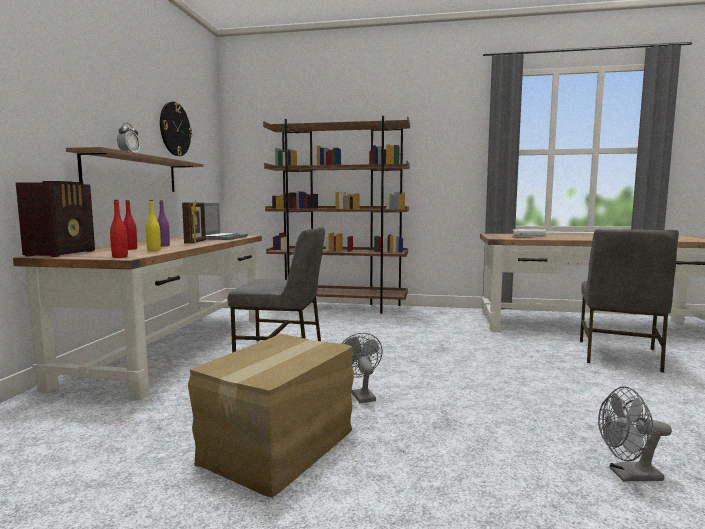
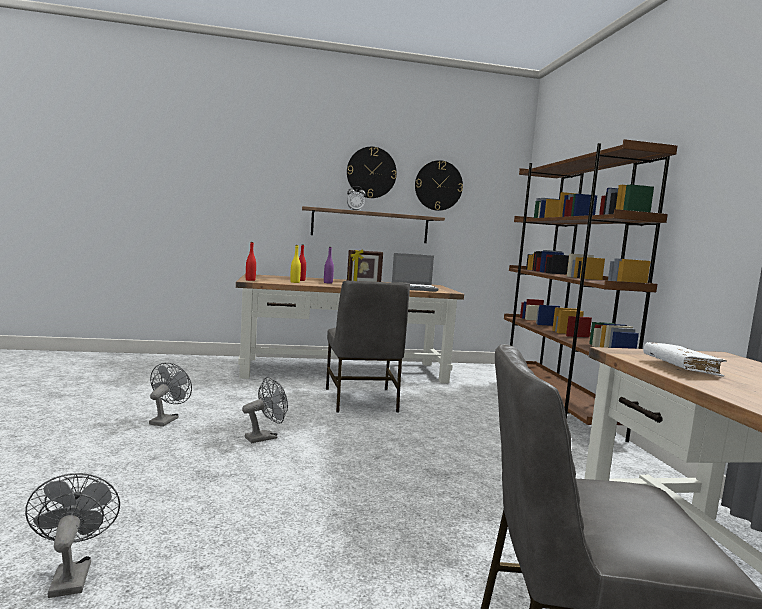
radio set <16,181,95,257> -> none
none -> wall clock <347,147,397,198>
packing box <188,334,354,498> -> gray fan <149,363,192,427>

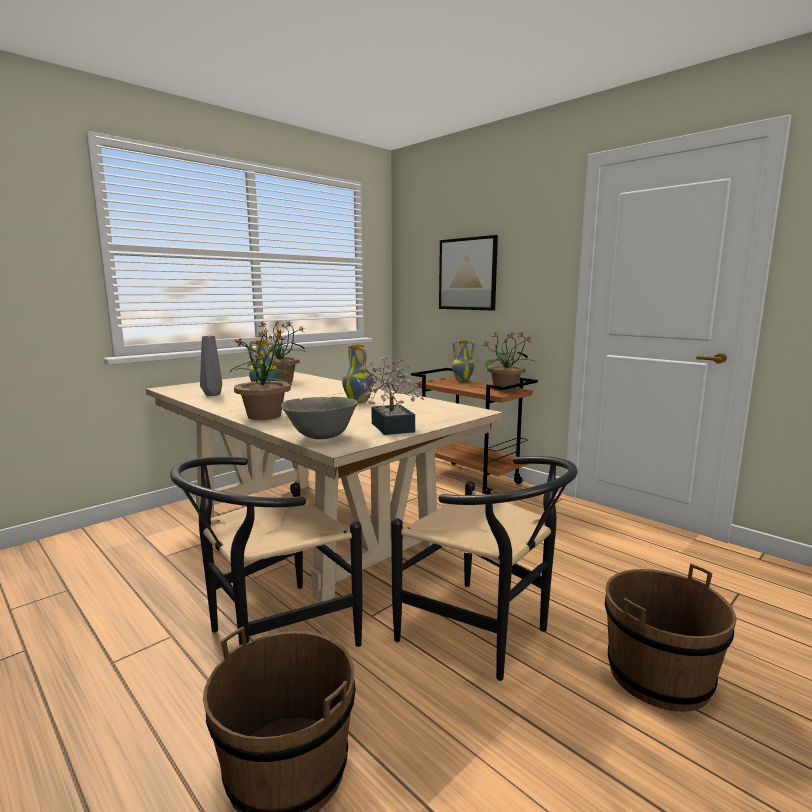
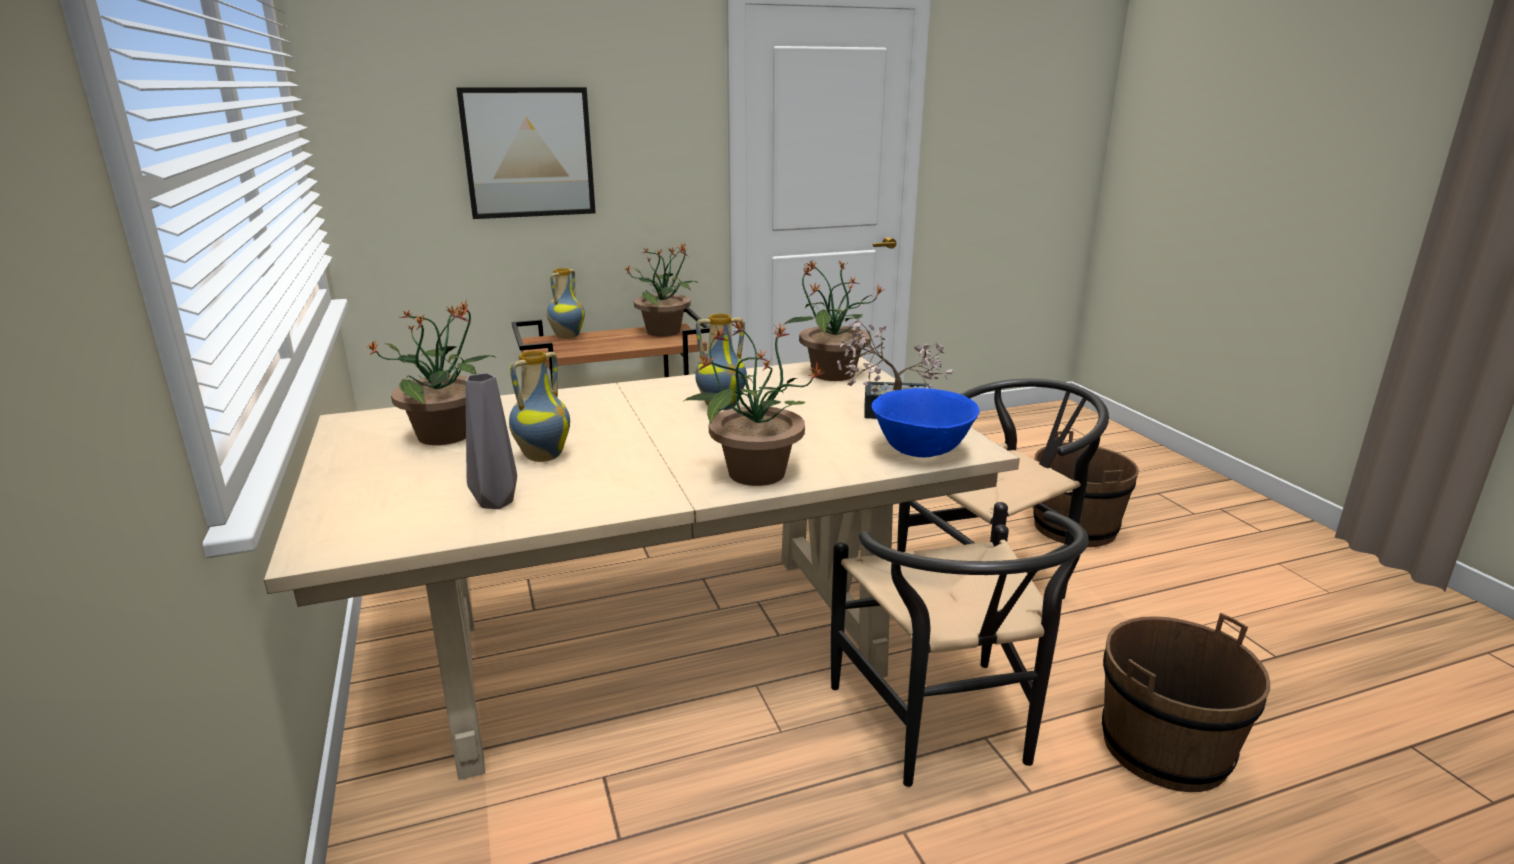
none -> houseplant <783,261,885,381>
gray bowl <281,397,358,439> -> bluish bowl <872,388,980,458>

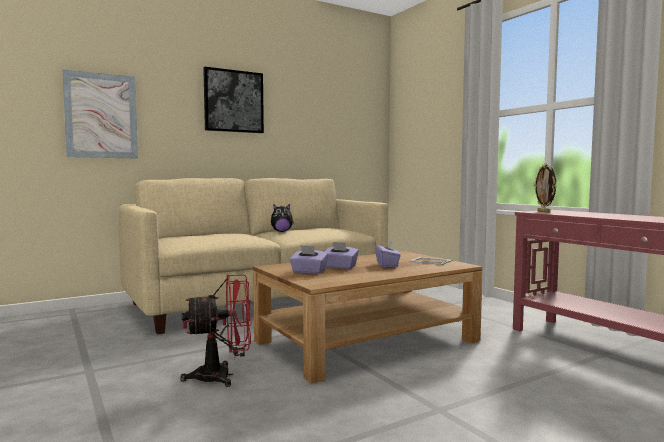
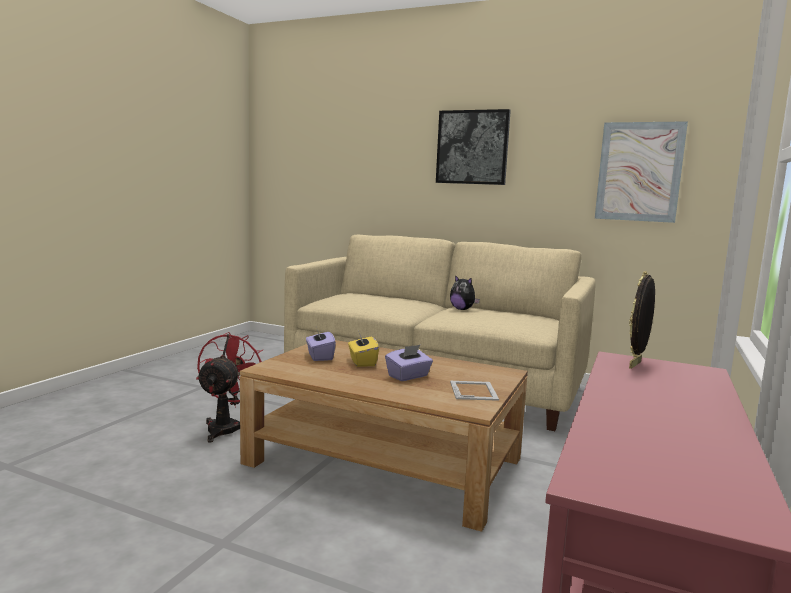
wall art <62,69,138,159> -> wall art <595,121,688,223>, relocated
purple tissue box <324,242,359,269> -> yellow-coloured tissue box <348,330,379,367>
red-coloured fan <180,275,252,387> -> red-coloured fan <196,332,264,443>, 120 degrees counterclockwise

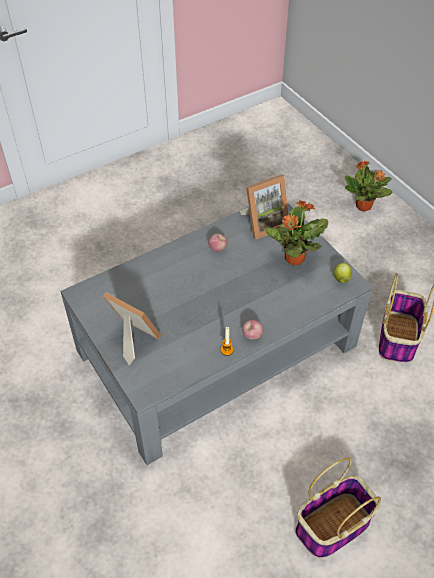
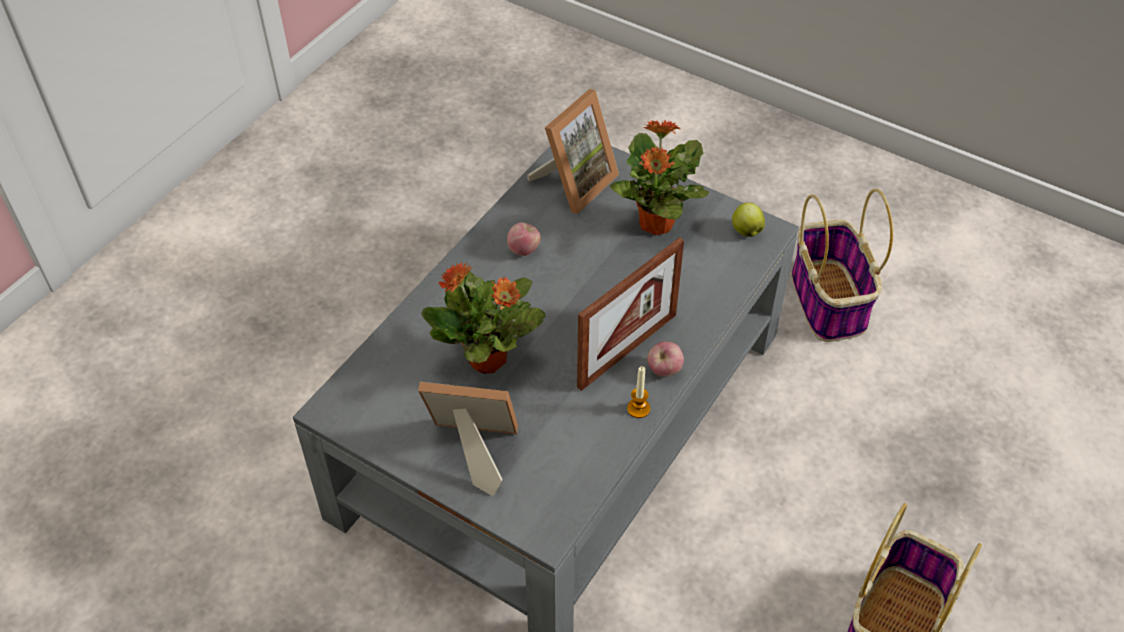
none -> standing frame <577,237,684,391>
houseplant <345,161,392,212> -> houseplant <421,262,545,374>, relocated

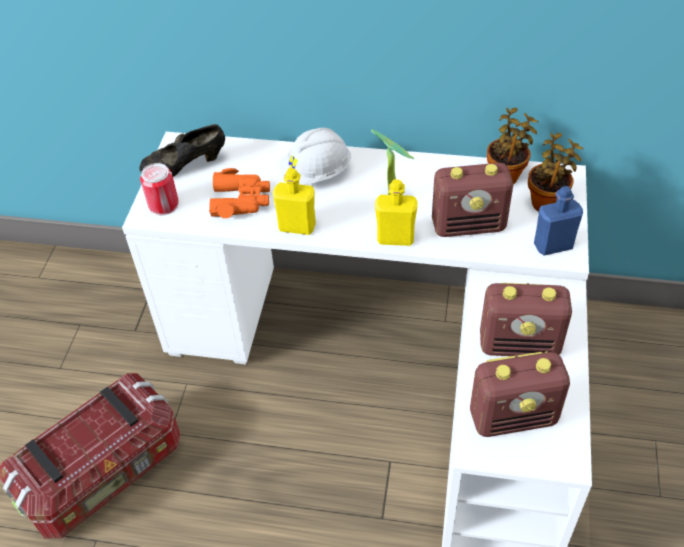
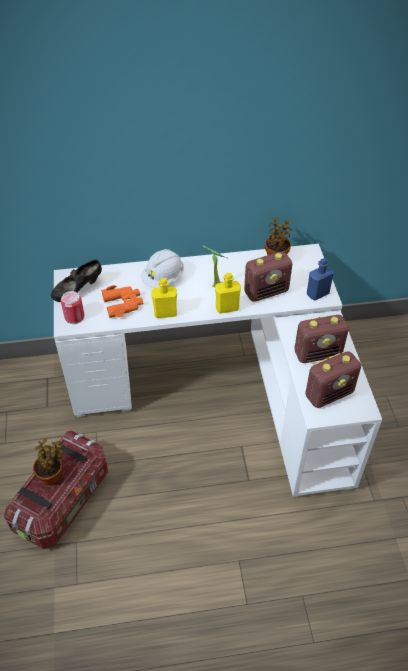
houseplant <528,133,584,211> -> houseplant <33,438,63,485>, relocated

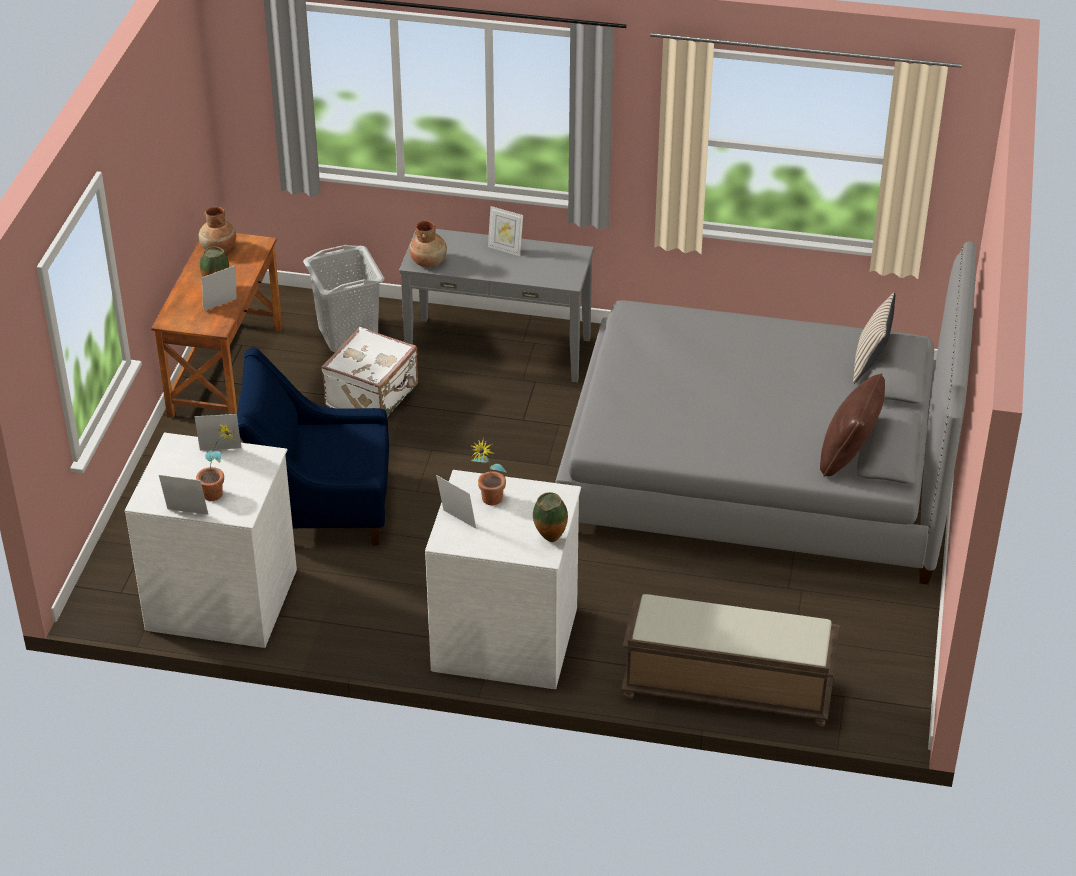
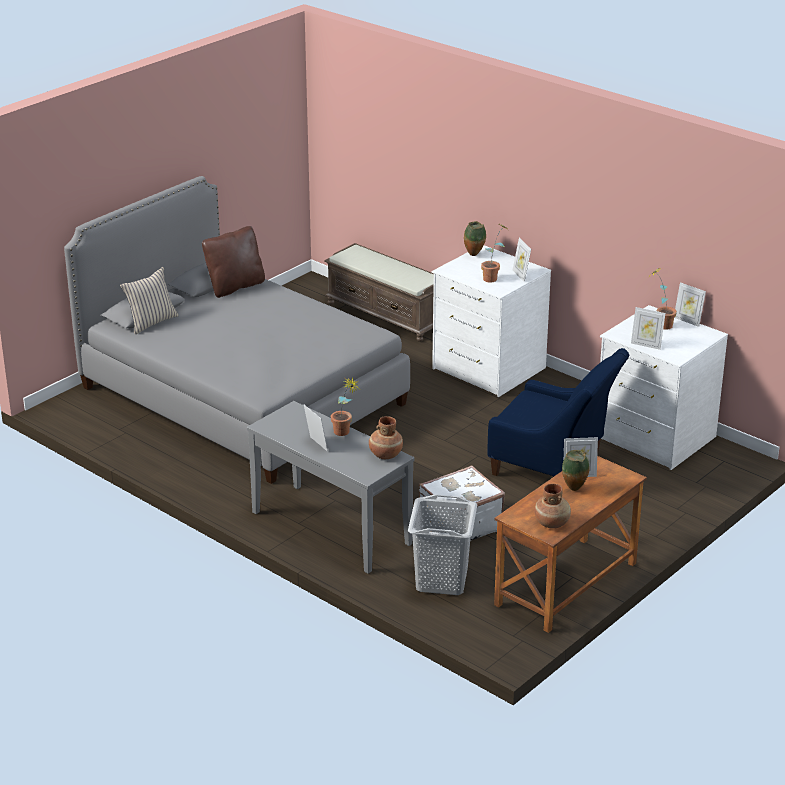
none -> houseplant <331,378,359,436>

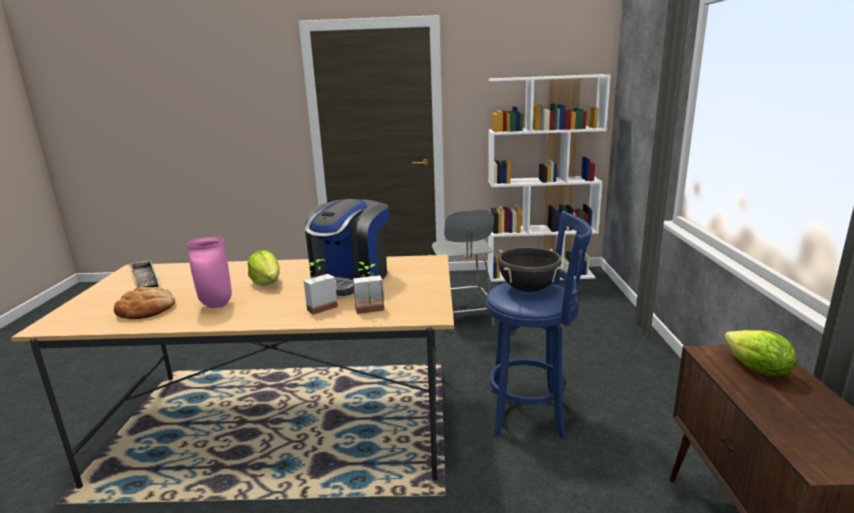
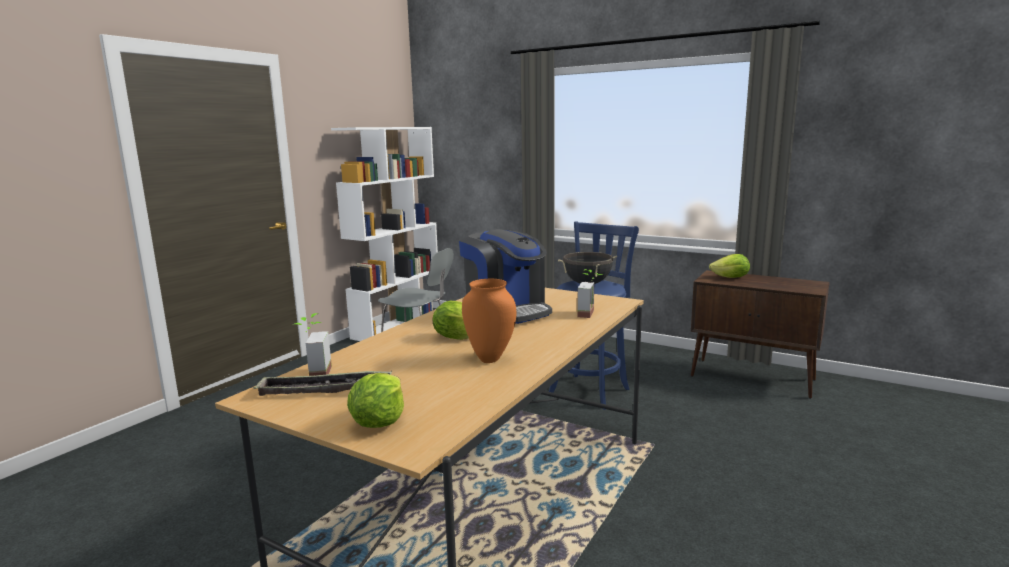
bread <114,287,175,319> -> none
none -> head of lettuce <347,373,404,428>
houseplant <304,259,338,315> -> houseplant <295,313,332,376>, relocated
pinkish vase <187,237,232,308> -> orange vase <462,279,516,363>

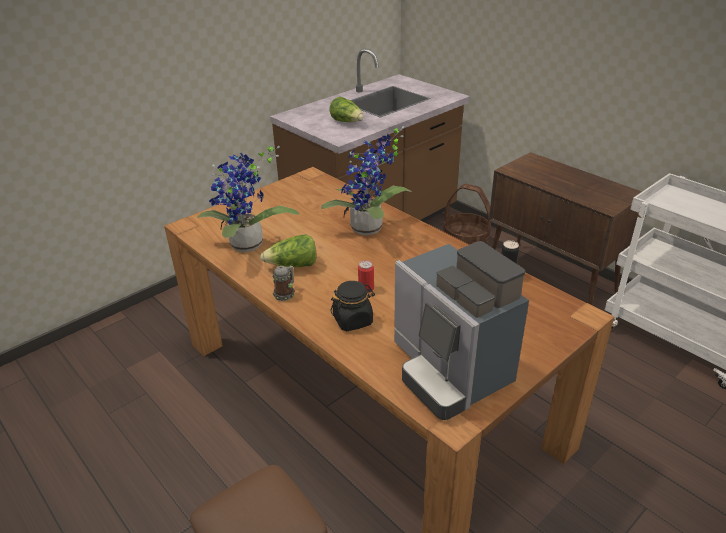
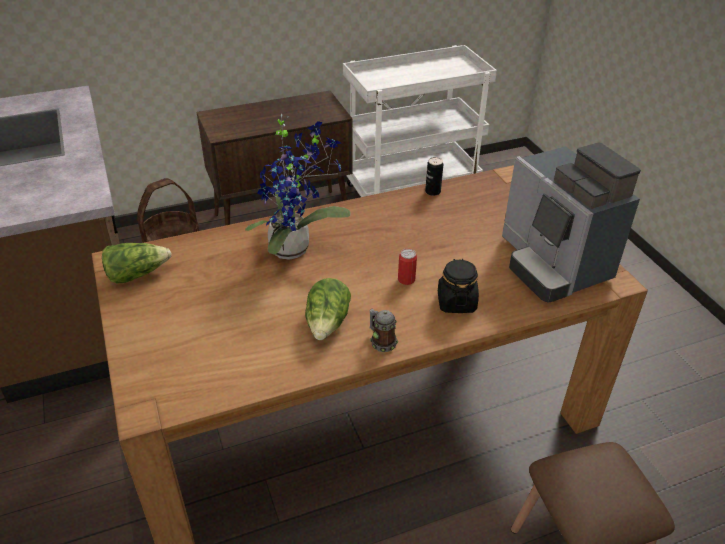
houseplant <197,146,299,252> -> none
head of lettuce <329,97,364,122> -> head of lettuce <102,243,171,284>, relocated
coffee machine <394,241,529,420> -> coffee machine <502,142,641,302>, 75 degrees clockwise

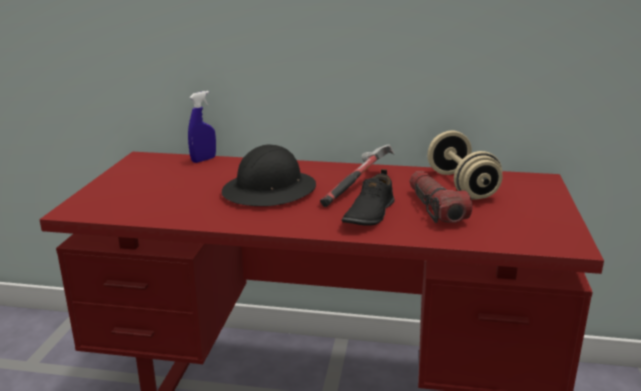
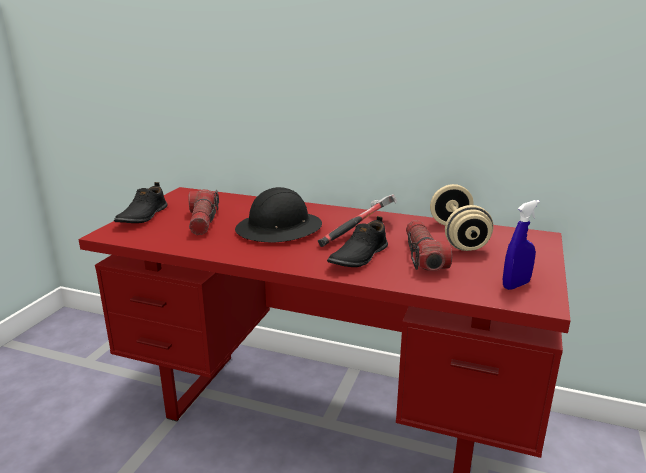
none -> black-coloured low shoe <114,182,168,223>
none -> torch <189,189,219,235>
bluish sprayer <188,91,216,163> -> bluish sprayer <503,200,540,290>, relocated

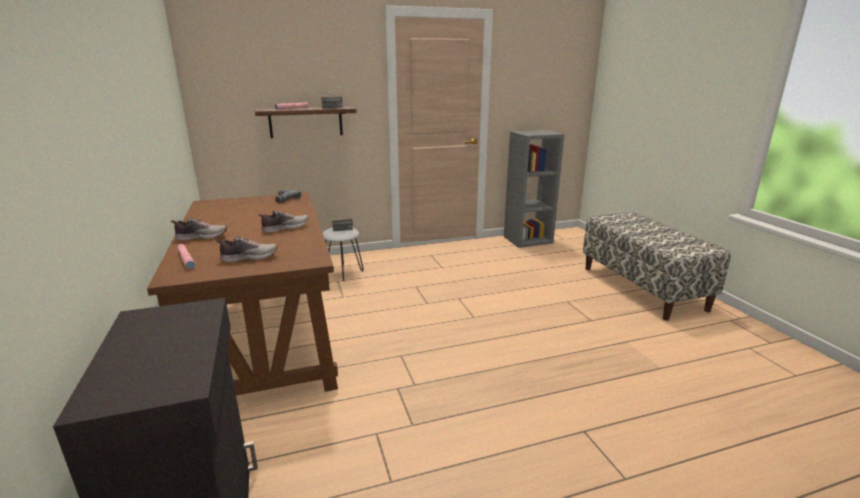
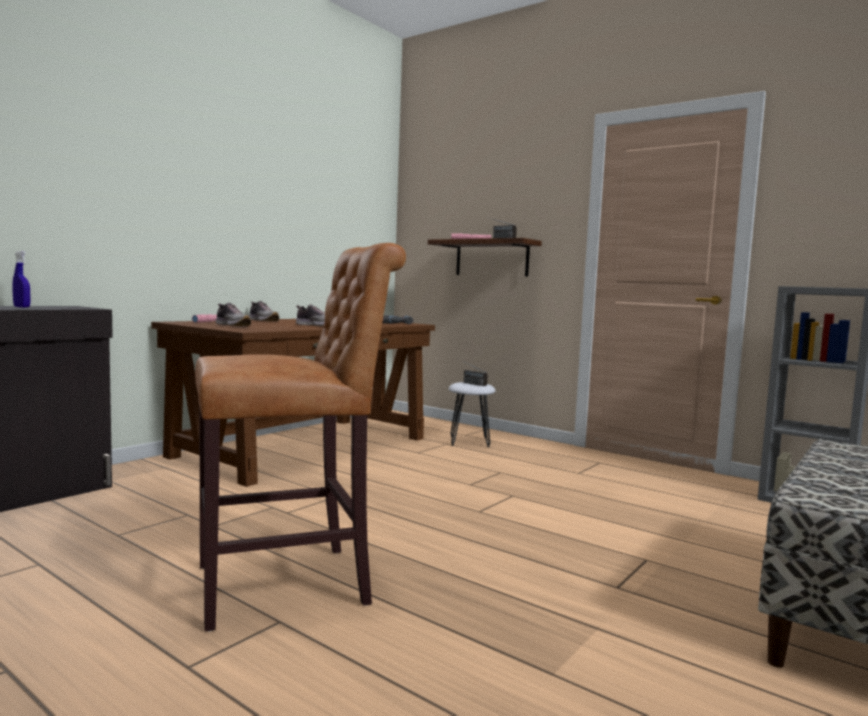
none -> bluish sprayer <12,251,30,308>
none -> brown-coloured stool <195,243,406,632>

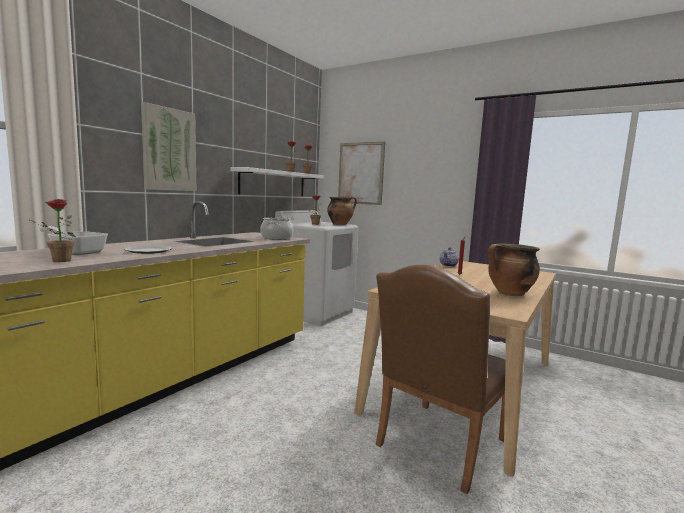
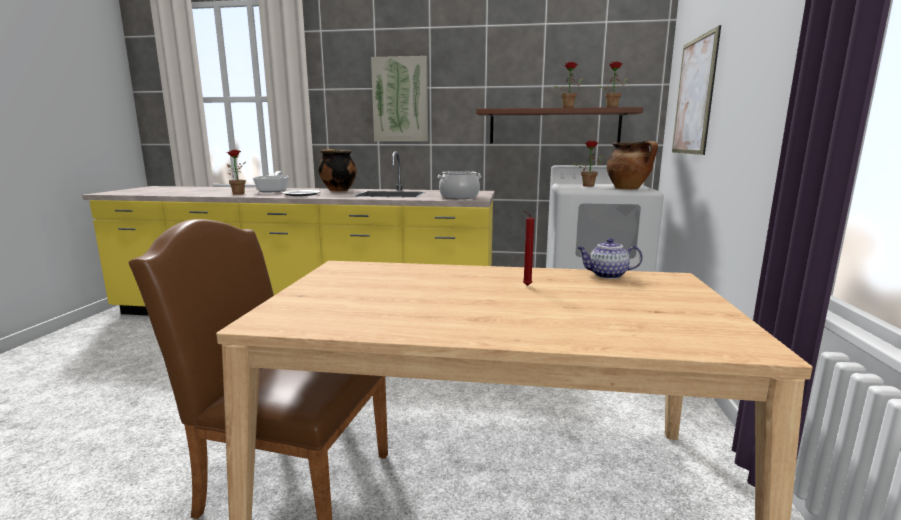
stockpot <488,243,540,296> -> stockpot <318,149,357,192>, relocated
white-coloured wall shelf <231,167,324,196> -> brown-coloured wall shelf <476,107,643,143>

